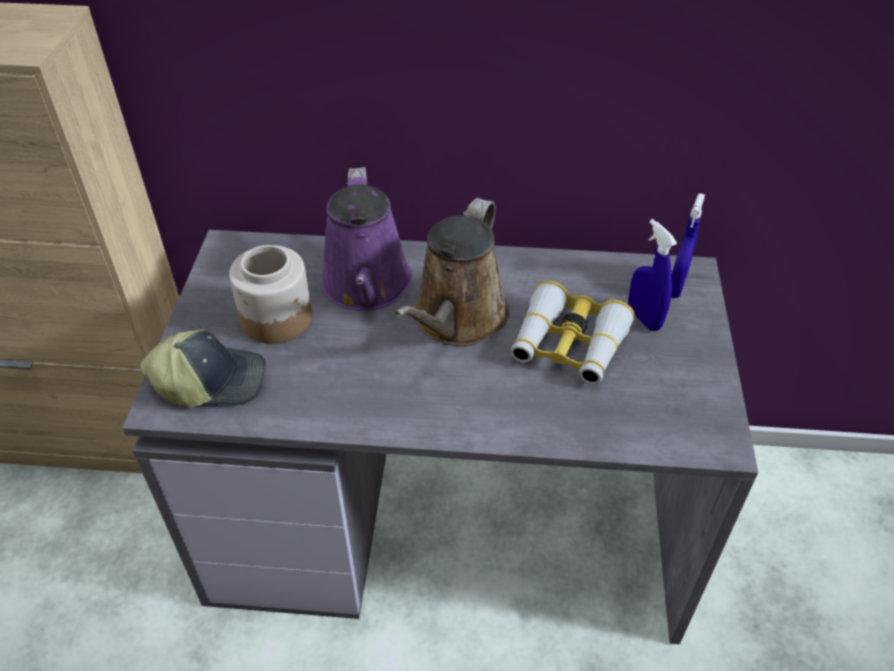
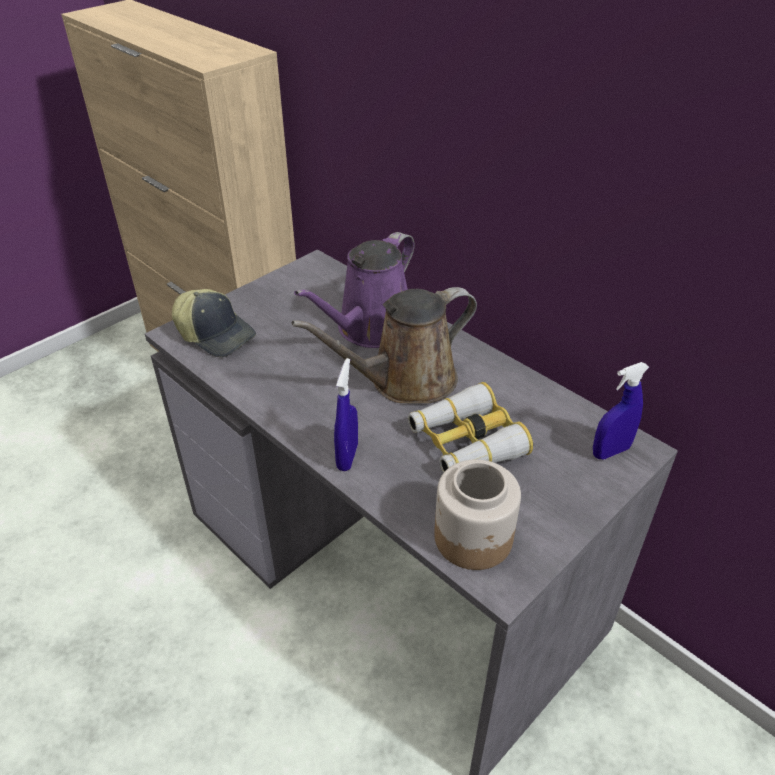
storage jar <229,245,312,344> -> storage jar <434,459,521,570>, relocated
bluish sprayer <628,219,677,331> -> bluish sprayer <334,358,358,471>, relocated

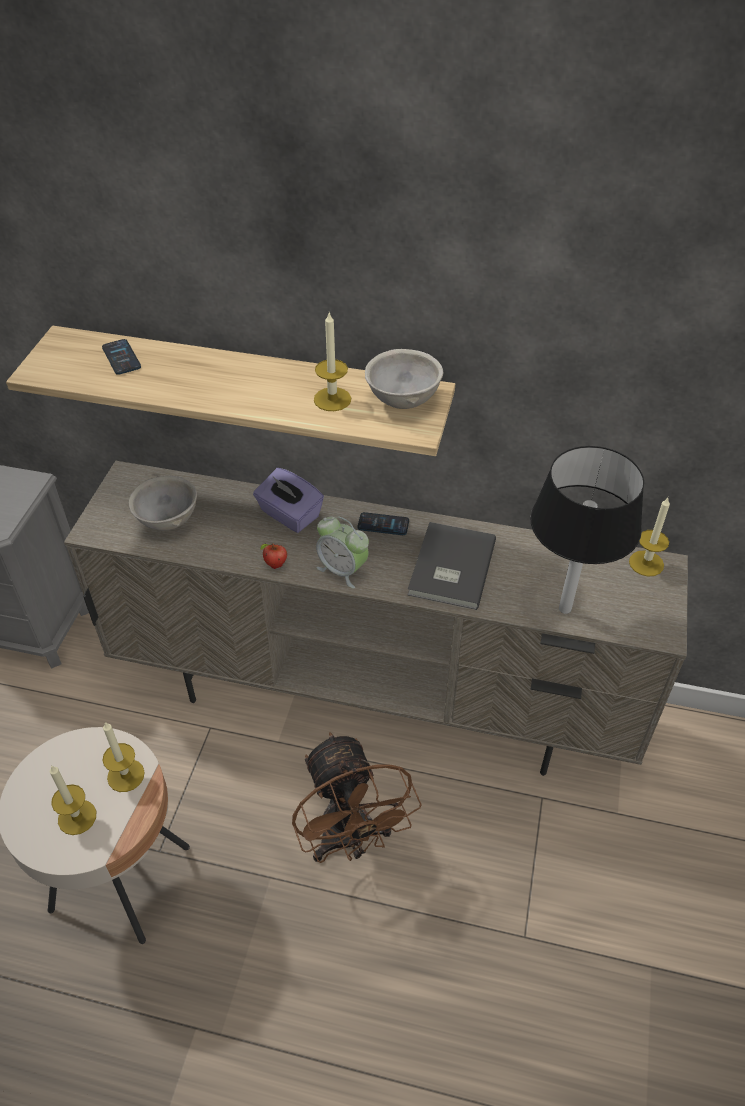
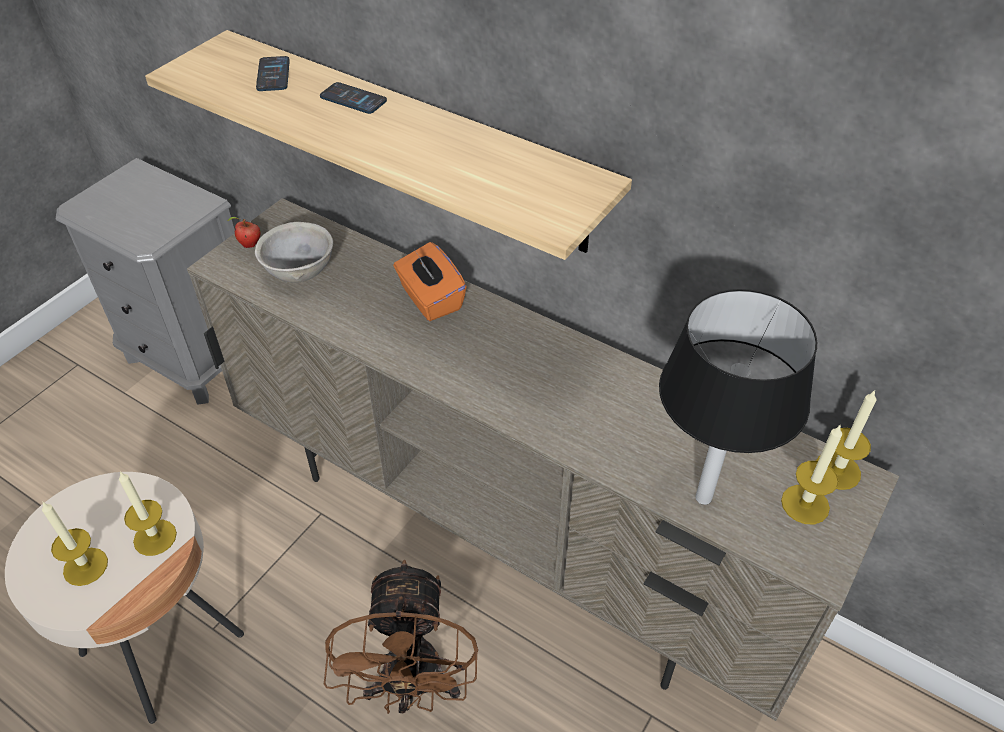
bedside clock <316,516,369,589> -> none
gray bowl <365,349,443,409> -> none
gray book <408,522,496,610> -> none
whole apple <261,543,287,569> -> whole apple <227,217,261,248>, relocated
wax candle <314,313,351,411> -> wax candle <781,424,842,524>, relocated
telephone <358,512,409,535> -> telephone <320,82,387,114>, relocated
purple tissue box <253,468,324,533> -> orange tissue box <393,242,467,321>

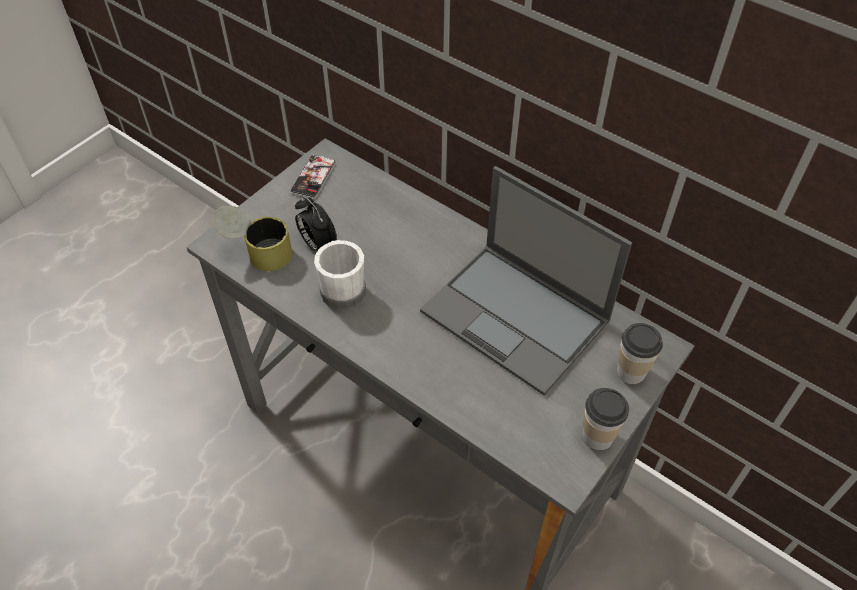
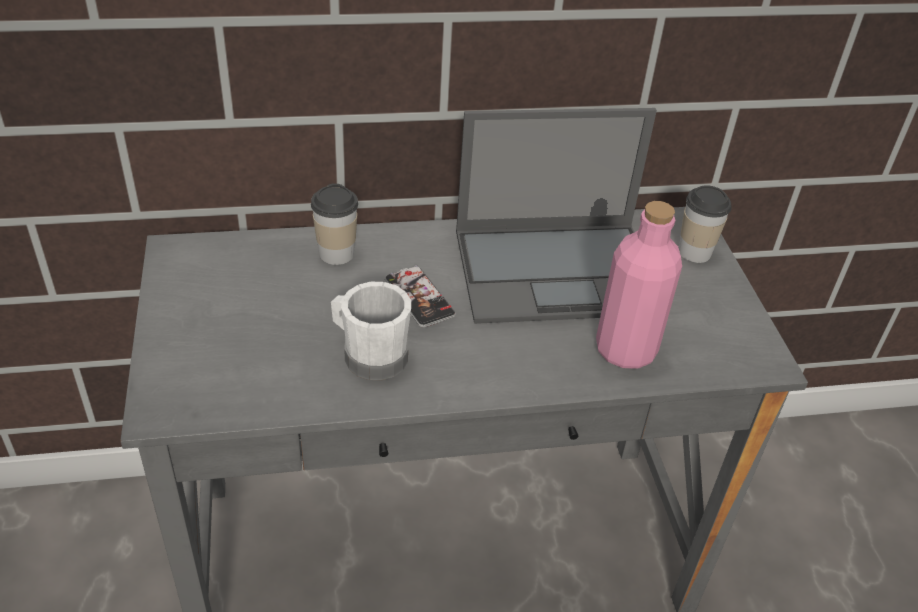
metal can <212,206,293,271> -> none
bedside clock <295,197,337,251> -> none
none -> pinkish beverage bottle <596,201,682,369>
telephone <290,154,336,199> -> telephone <385,265,456,328>, relocated
drinking cup <582,388,629,450> -> drinking cup <311,184,358,265>, relocated

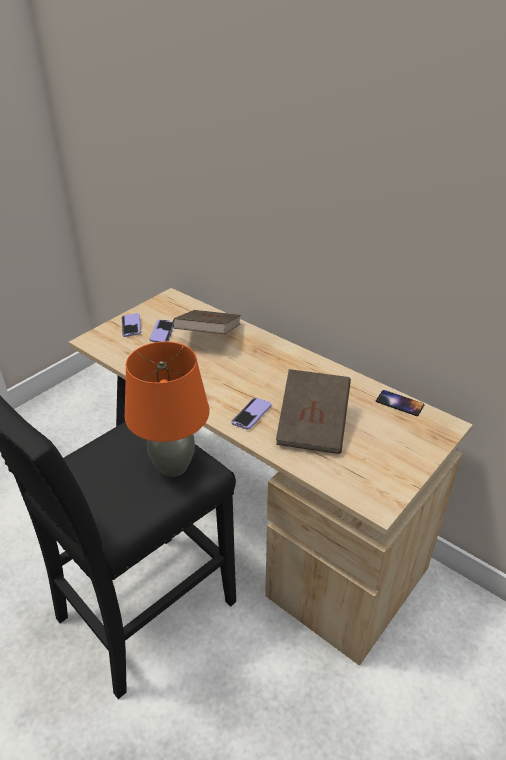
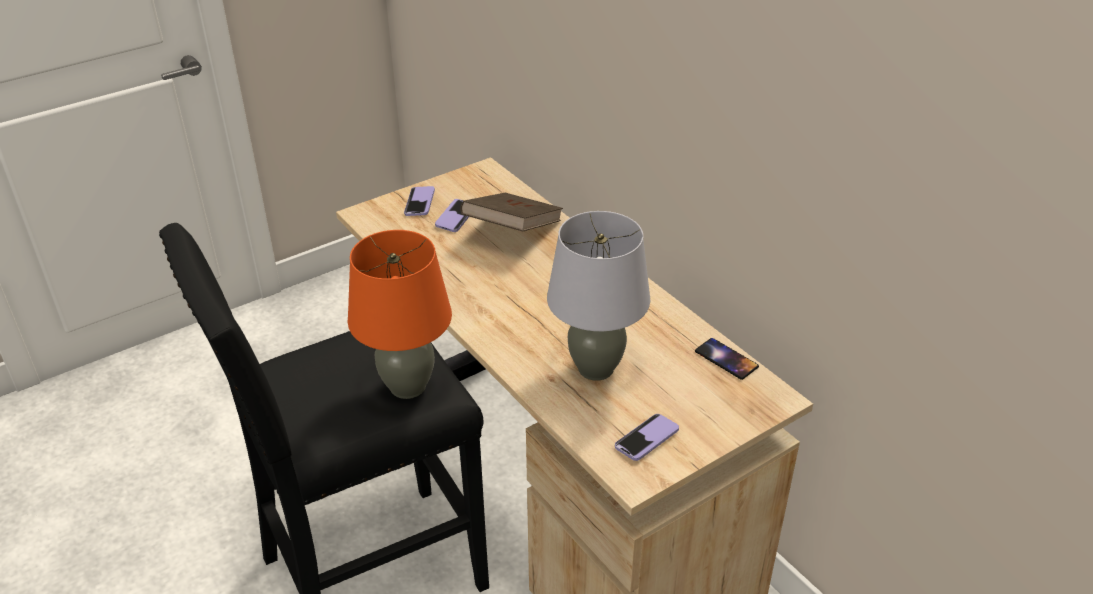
telephone <231,398,271,430> -> telephone <615,414,679,461>, relocated
brown-coloured book <276,369,351,454> -> gray tabletop lamp <547,211,650,381>

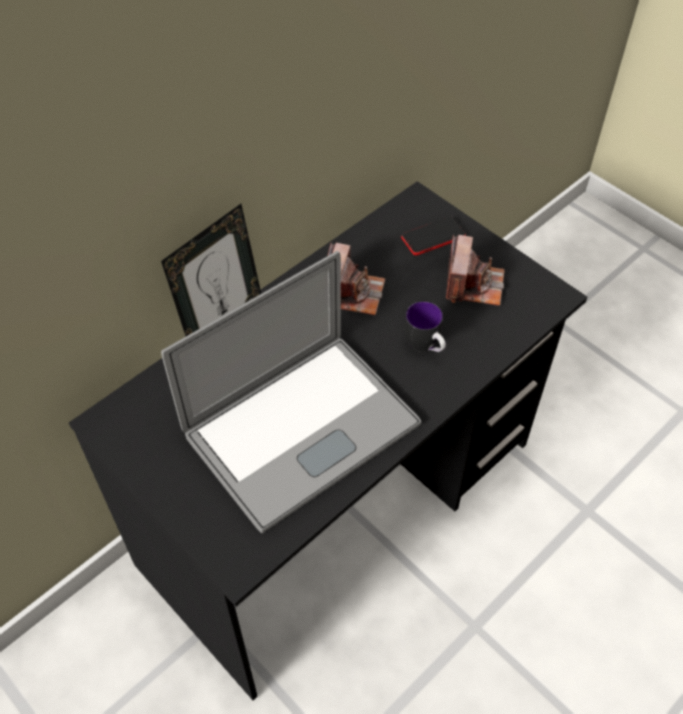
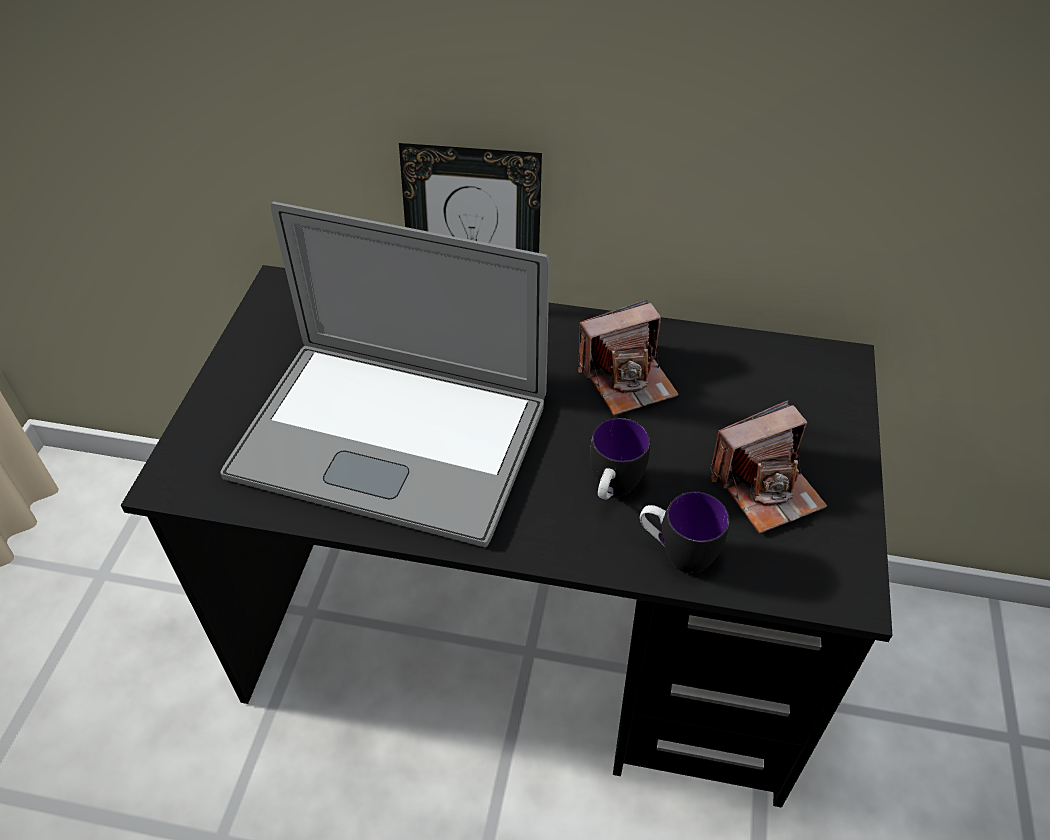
telephone <401,217,466,255> -> none
none -> tea mug <640,492,730,574>

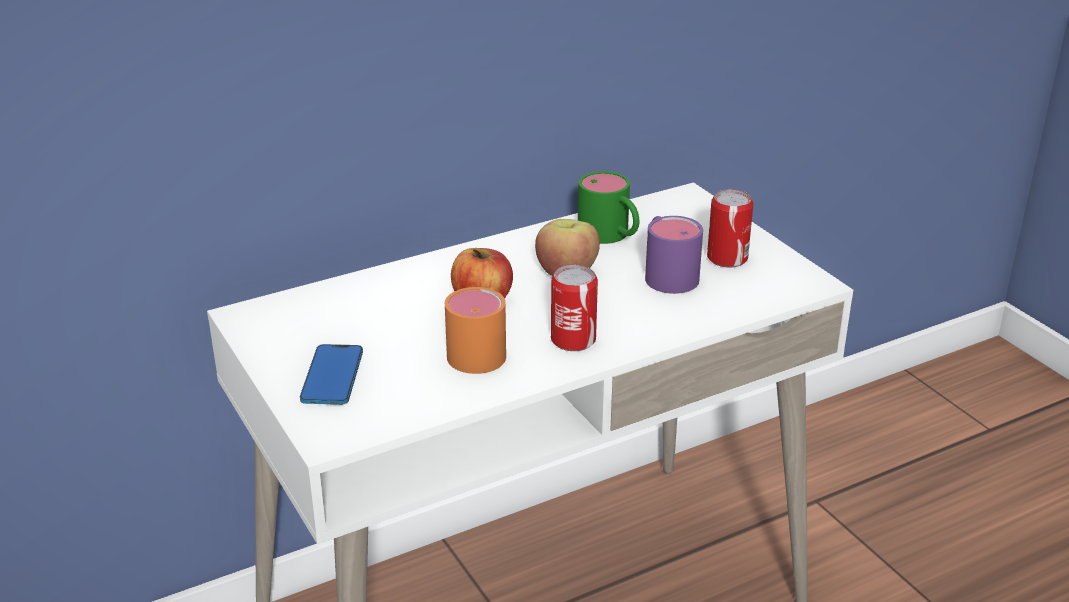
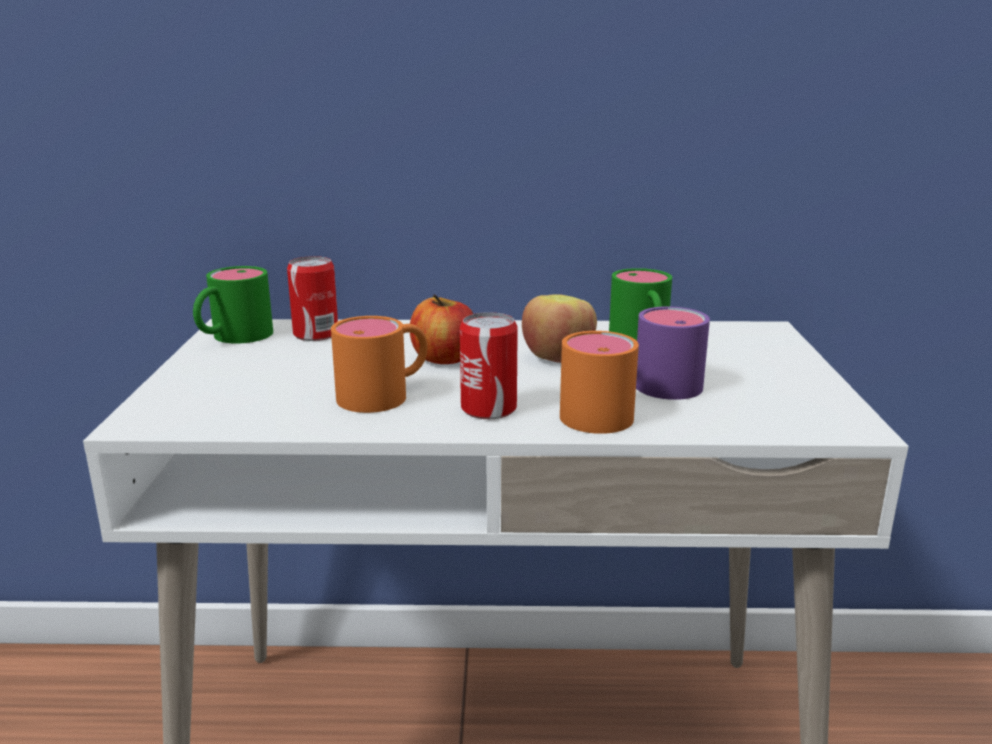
telephone <300,344,363,405> -> none
none -> green tea mug <193,266,273,344>
none -> orange tea mug <560,331,639,434>
metal can <707,189,753,267> -> metal can <287,256,338,341>, relocated

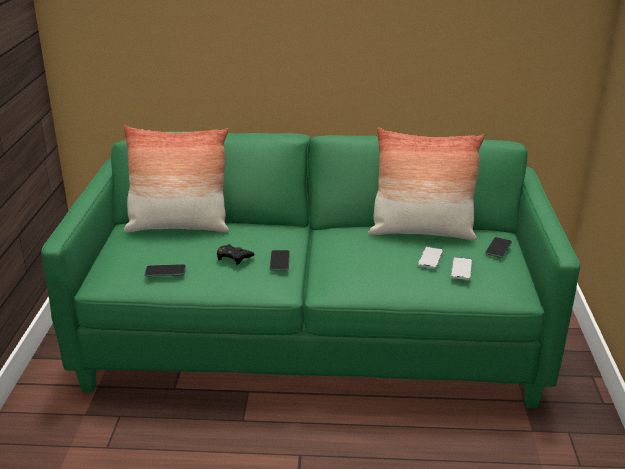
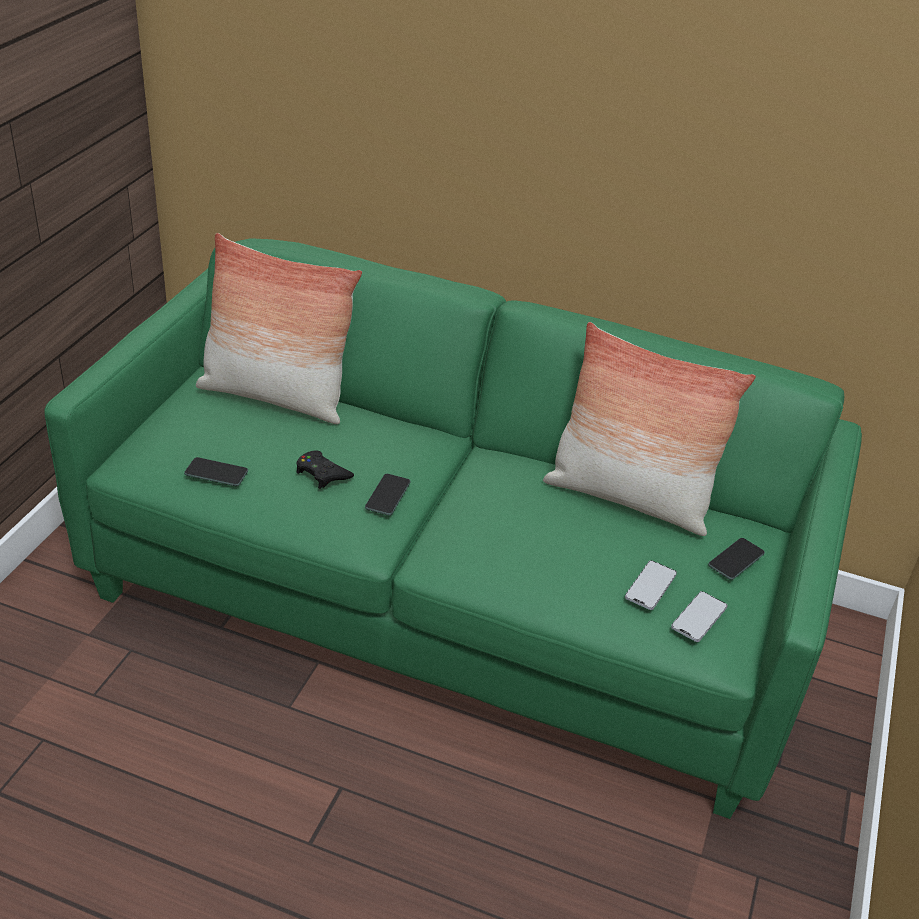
telephone <418,247,443,269> -> telephone <671,591,727,642>, relocated

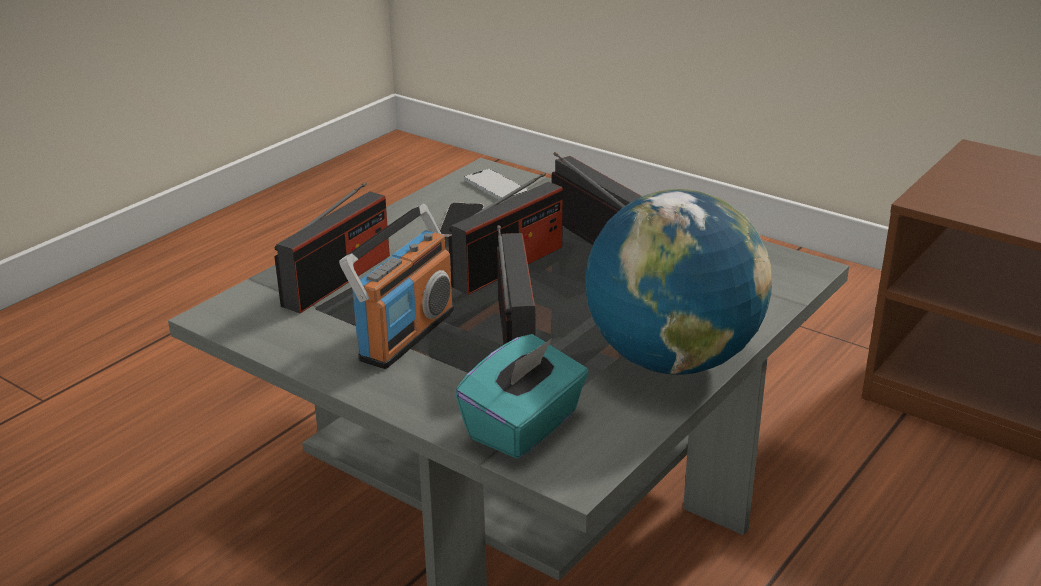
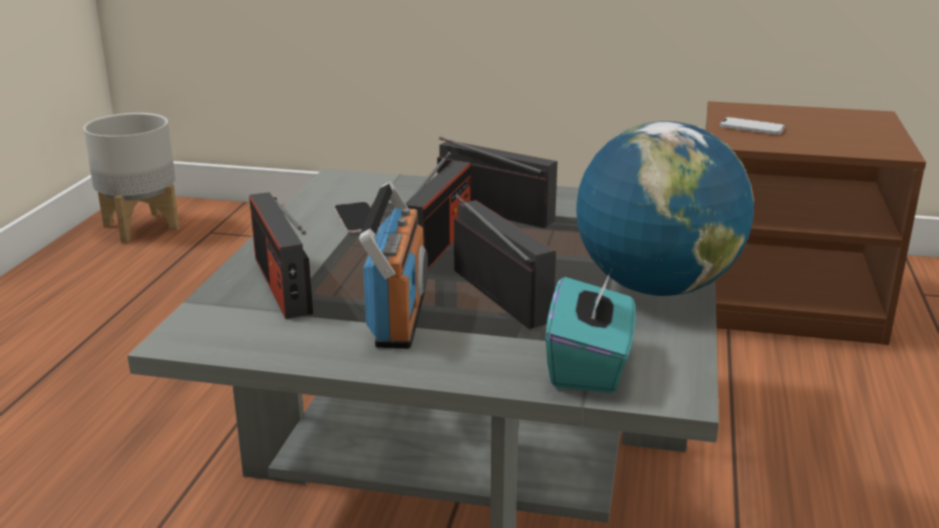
none -> gray plant pot <83,113,179,243>
telephone <464,169,529,202> -> telephone <720,117,785,135>, relocated
radio set <275,182,390,313> -> radio set <249,192,313,319>, 150 degrees clockwise

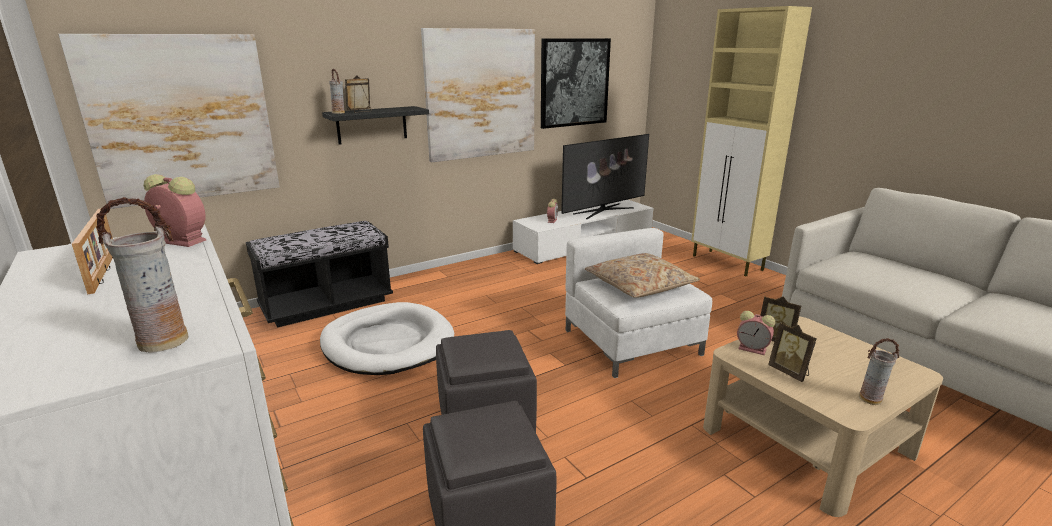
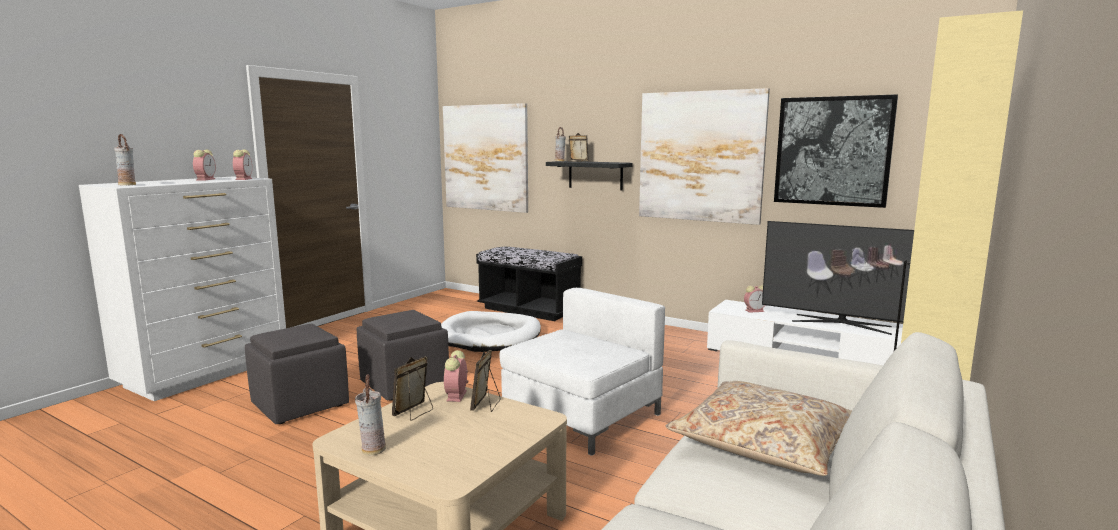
beige throw pillow <585,253,700,298> -> beige throw pillow <666,381,852,476>, relocated
standing frame <72,209,113,294> -> bedside clock <193,150,216,180>

